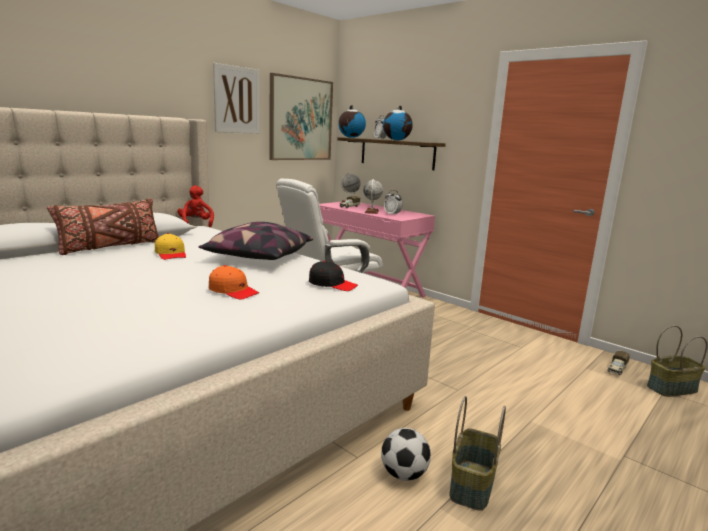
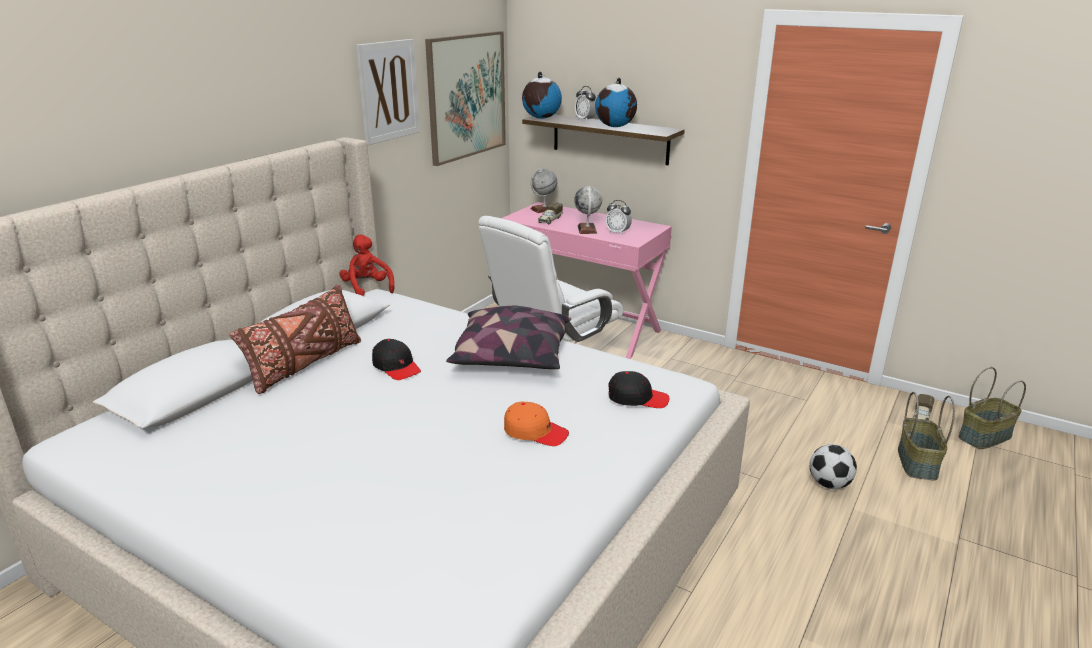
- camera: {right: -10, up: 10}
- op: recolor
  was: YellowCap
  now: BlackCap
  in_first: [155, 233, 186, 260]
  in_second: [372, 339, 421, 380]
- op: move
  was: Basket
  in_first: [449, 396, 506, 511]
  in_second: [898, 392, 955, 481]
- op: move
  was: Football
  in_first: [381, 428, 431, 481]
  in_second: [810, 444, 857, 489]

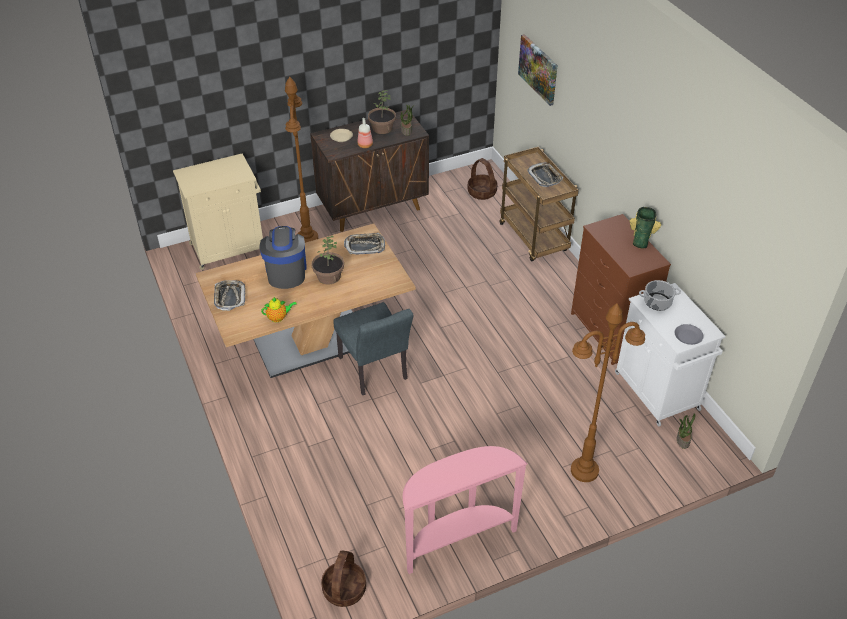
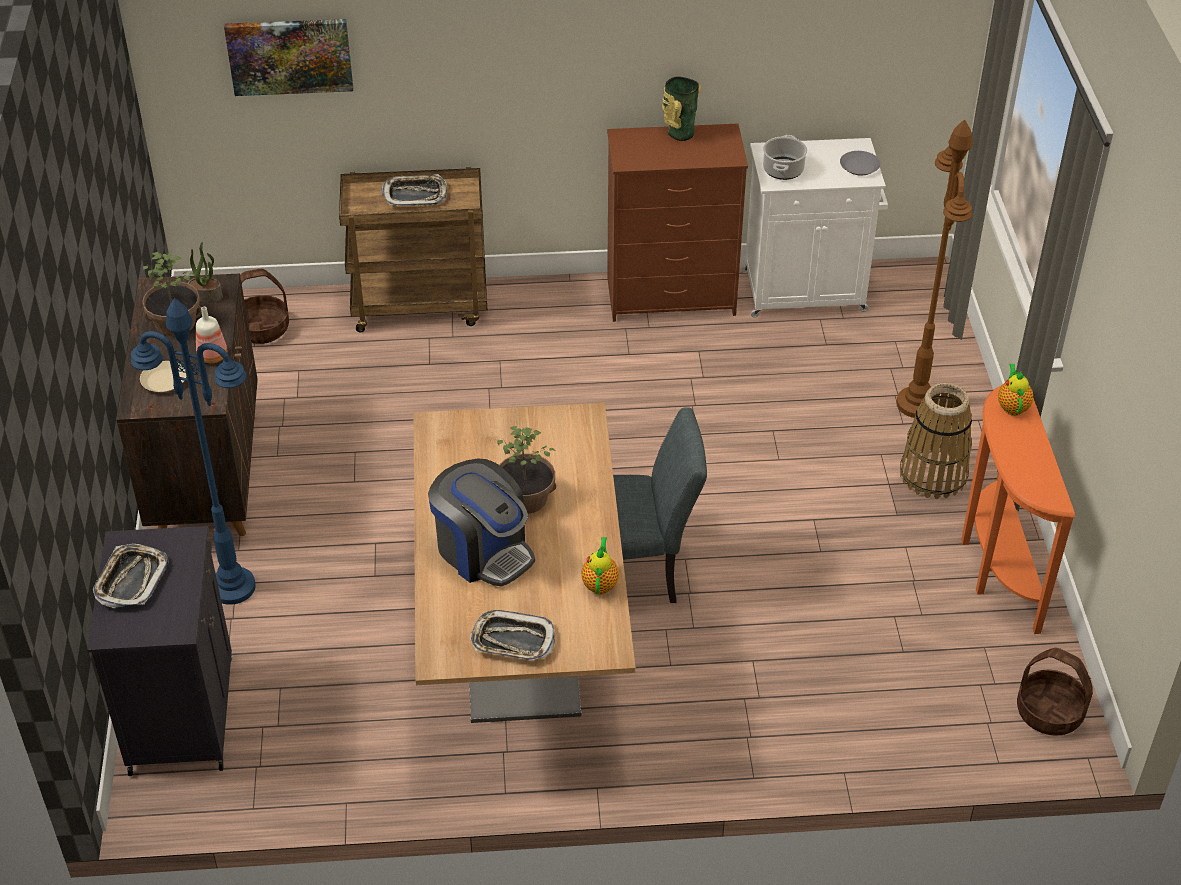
- camera: {right: -70, up: 0}
- op: recolor
  was: BrownFloorLamp
  now: BlueFloorLamp
  in_first: [285, 77, 318, 243]
  in_second: [131, 298, 256, 605]
- op: recolor
  was: BeigeCabinet
  now: BlackCabinet
  in_first: [173, 154, 263, 270]
  in_second: [87, 526, 233, 776]
- op: rotate
  was: CoffeeMachine
  in_first: [259, 226, 307, 289]
  in_second: [428, 458, 535, 587]
  clockwise: -150
- op: move
  was: Tray
  in_first: [344, 233, 385, 255]
  in_second: [93, 544, 168, 608]
- op: delete
  was: PottedPlant
  in_first: [677, 414, 695, 449]
- op: recolor
  was: PinkConsoleTable
  now: OrangeConsoleTable
  in_first: [403, 446, 528, 574]
  in_second: [961, 385, 1075, 634]
- op: insert
  now: Teapot
  in_second: [998, 364, 1033, 416]
- op: insert
  now: Basket
  in_second: [900, 383, 972, 499]

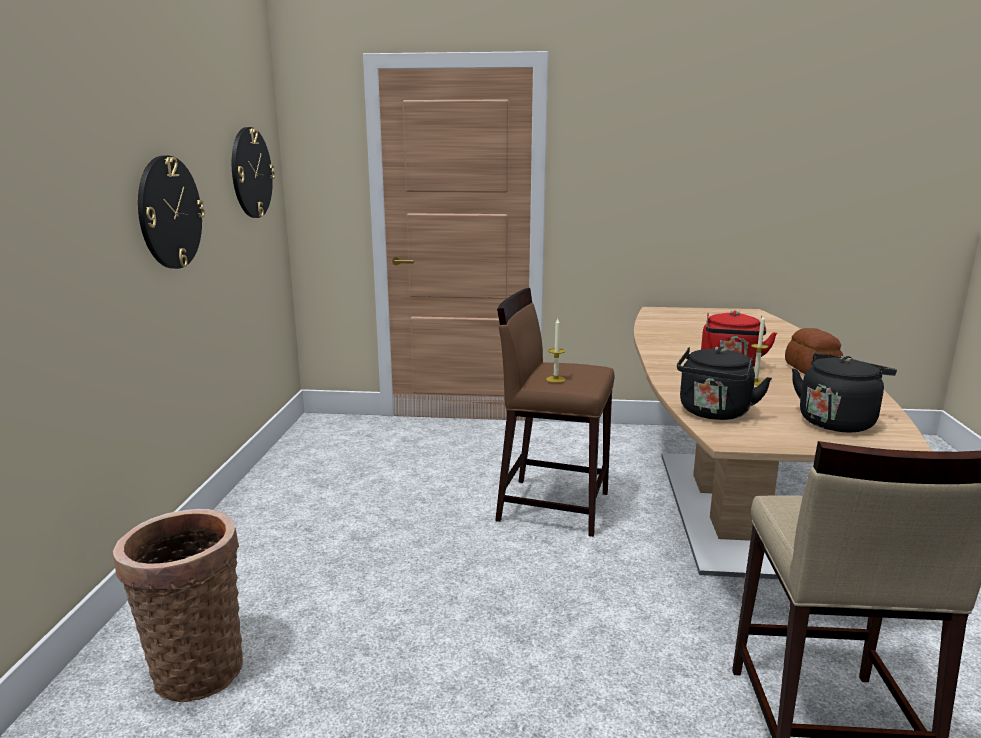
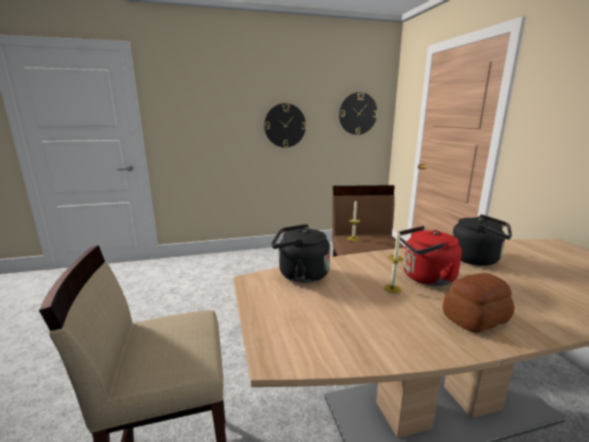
- camera: {right: 70, up: 0}
- op: move
  was: BlackKettle
  in_first: [792, 353, 897, 433]
  in_second: [452, 214, 512, 266]
- op: delete
  was: Basket
  in_first: [113, 509, 243, 702]

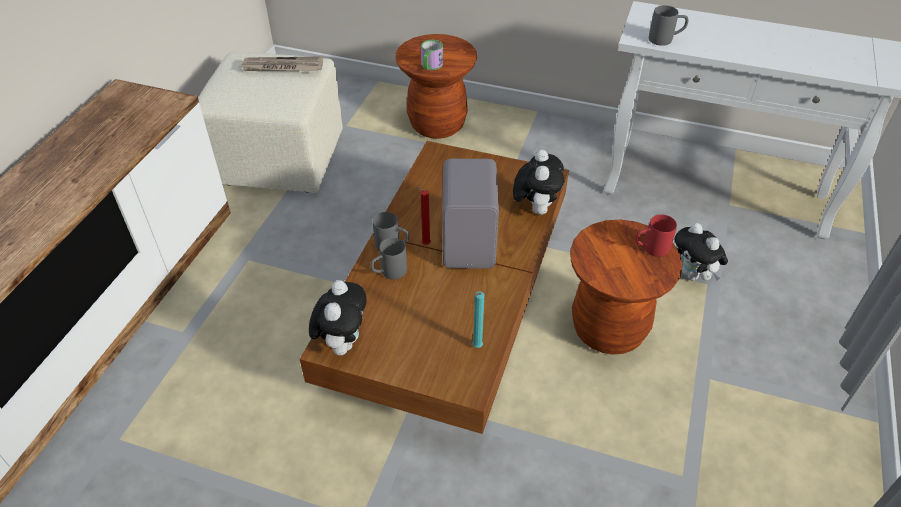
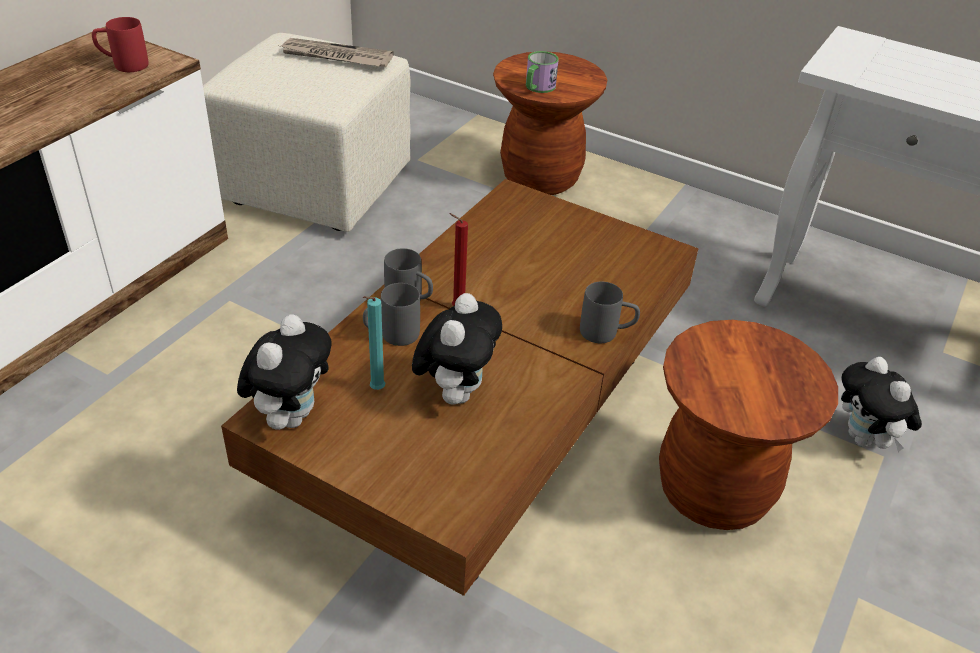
- camera: {right: 10, up: -5}
- op: move
  was: GreyMug
  in_first: [649, 5, 688, 46]
  in_second: [580, 281, 640, 343]
- op: move
  was: PlushToy
  in_first: [513, 150, 564, 215]
  in_second: [412, 293, 502, 405]
- op: delete
  was: GreySpeaker
  in_first: [442, 159, 499, 269]
- op: move
  was: RedMug
  in_first: [636, 214, 677, 257]
  in_second: [92, 17, 149, 72]
- op: move
  was: TurquoiseCandle
  in_first: [472, 291, 484, 348]
  in_second: [363, 296, 385, 390]

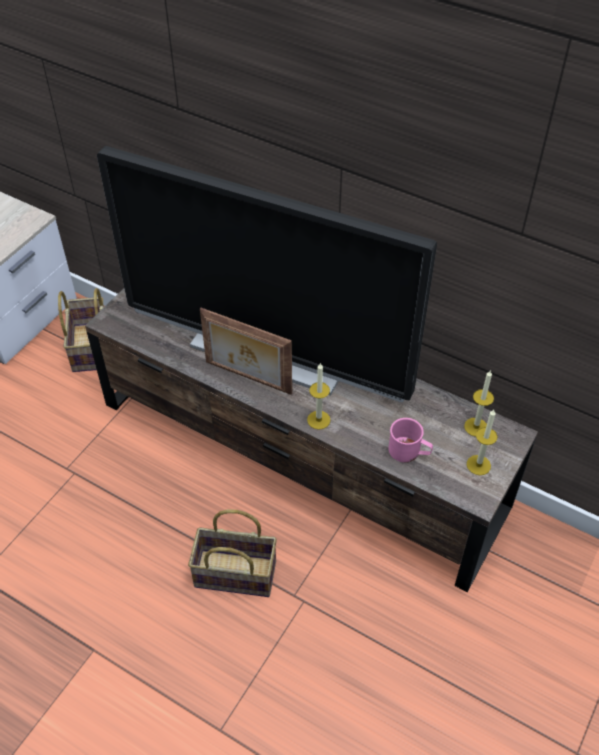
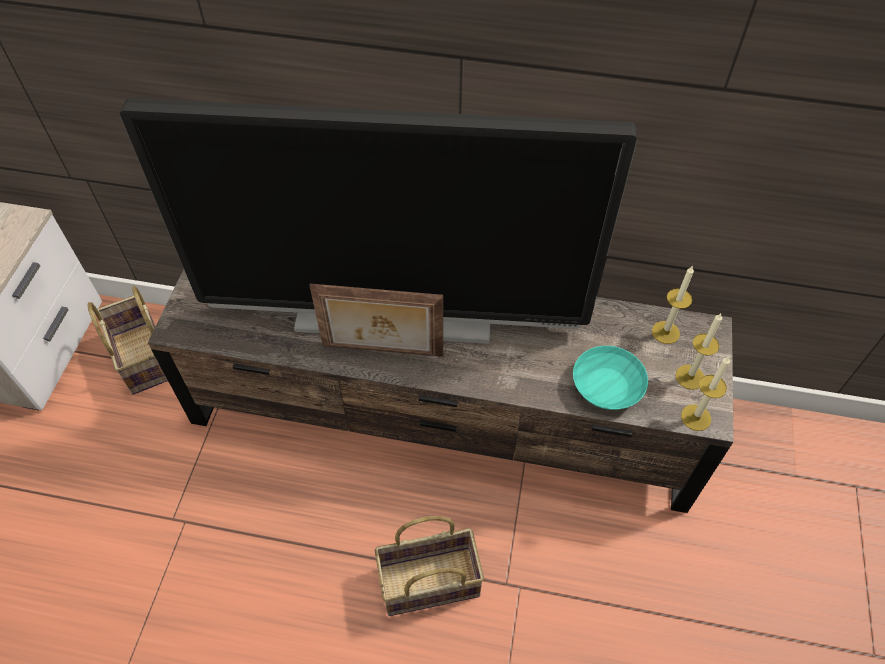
- camera: {right: -20, up: 5}
- op: move
  was: Candle
  in_first: [307, 363, 330, 429]
  in_second: [681, 357, 730, 431]
- op: replace
  was: PinkMug
  now: TurquoiseBowl
  in_first: [389, 418, 433, 462]
  in_second: [573, 346, 648, 410]

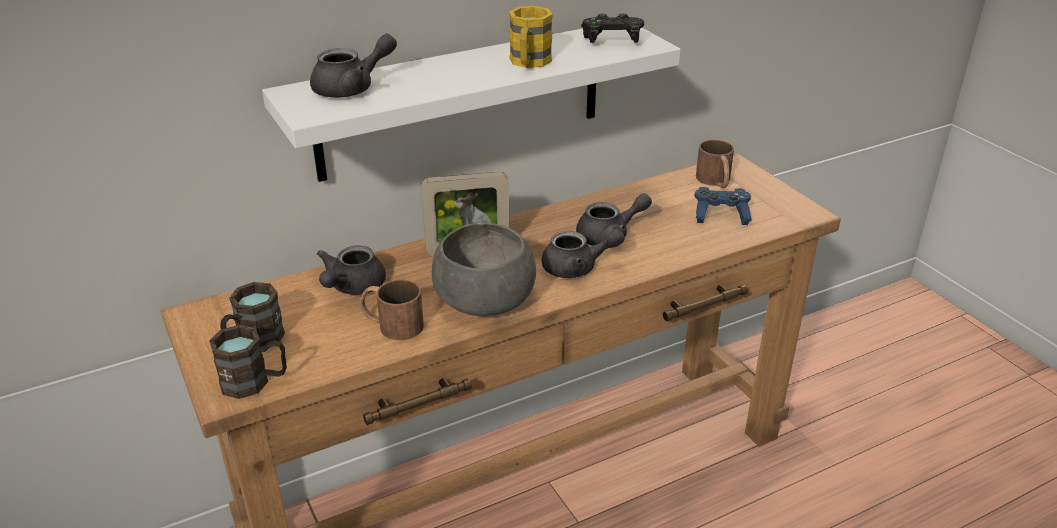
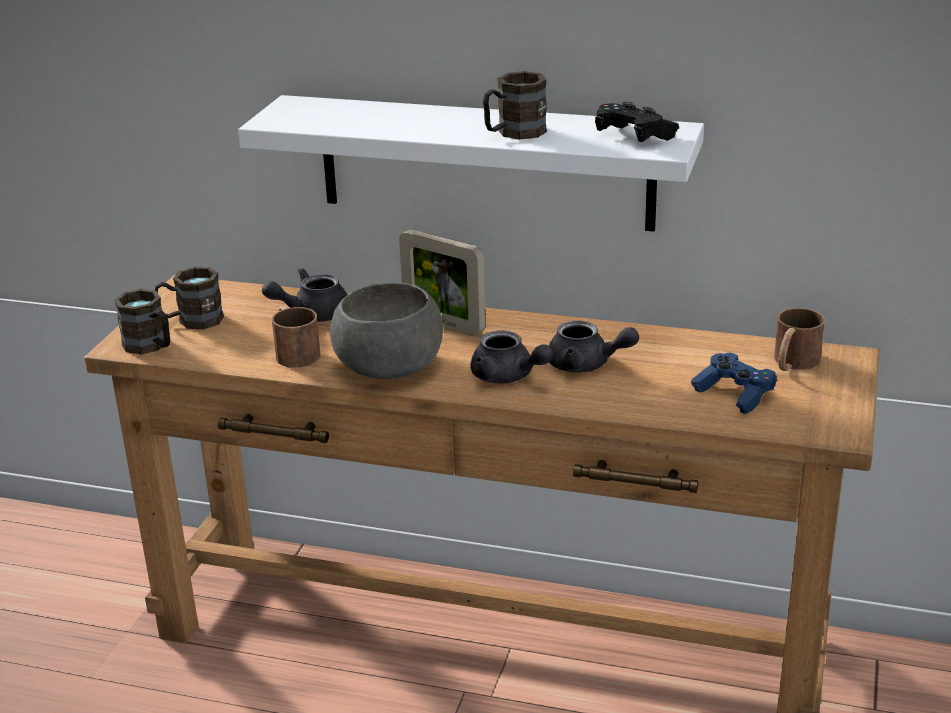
- camera: {right: 45, up: -5}
- op: recolor
  was: YellowMug
  now: BrownMug
  in_first: [509, 6, 553, 68]
  in_second: [483, 71, 547, 140]
- op: delete
  was: GreyTeapot
  in_first: [310, 34, 397, 98]

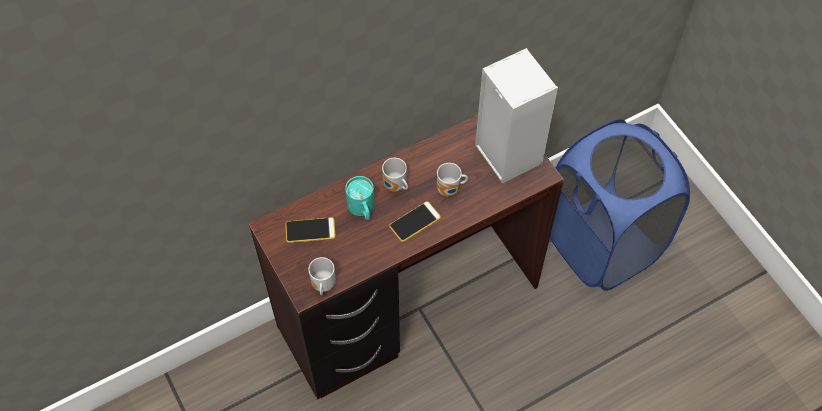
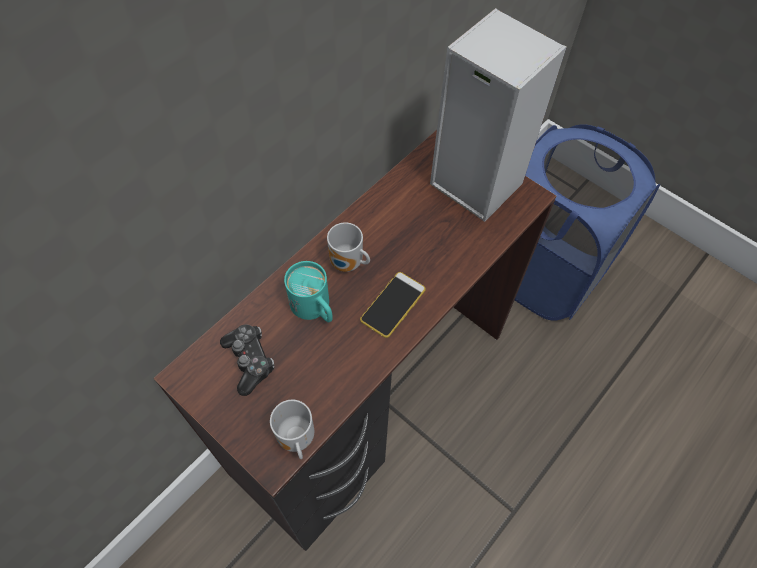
- camera: {right: -20, up: 0}
- op: delete
  was: Mug
  in_first: [437, 163, 468, 197]
- op: replace
  was: Phone
  now: GameController
  in_first: [285, 217, 336, 243]
  in_second: [220, 325, 274, 396]

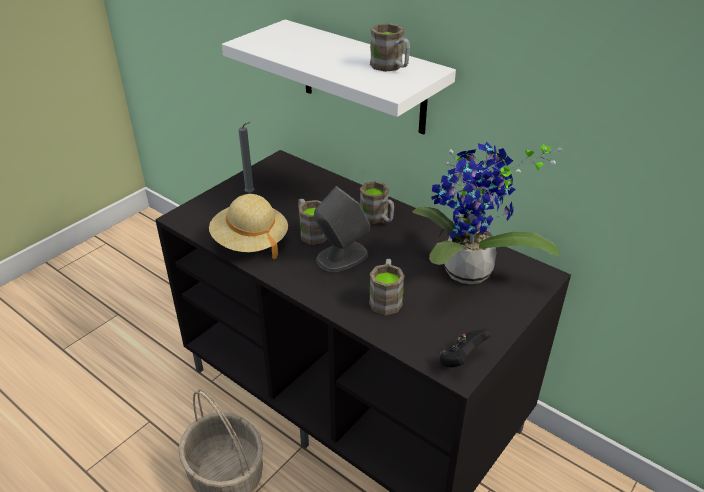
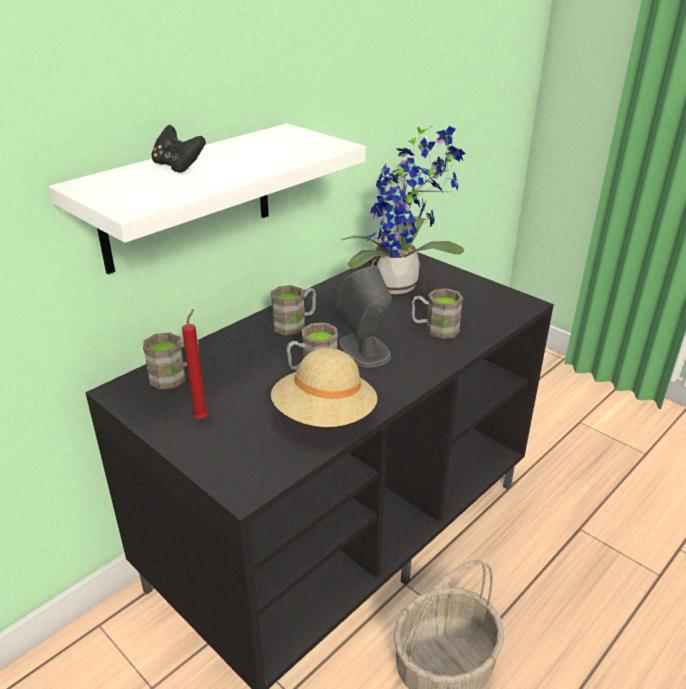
- camera: {right: -85, up: -5}
- op: move
  was: BrownMug
  in_first: [370, 23, 410, 72]
  in_second: [143, 333, 199, 389]
- op: recolor
  was: GreyCandle
  now: RedCandle
  in_first: [238, 122, 254, 193]
  in_second: [182, 309, 208, 419]
- op: move
  was: BlackGameController
  in_first: [440, 329, 490, 368]
  in_second: [151, 124, 206, 173]

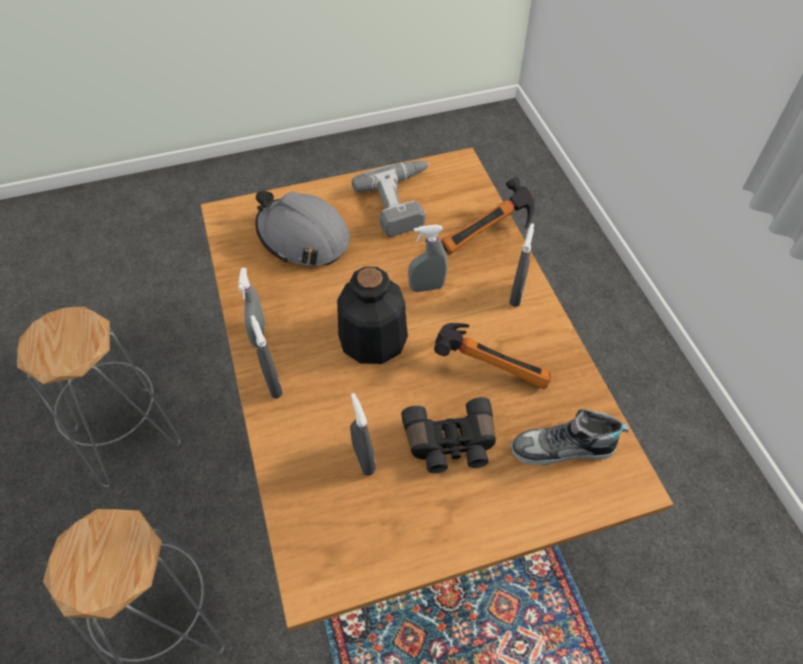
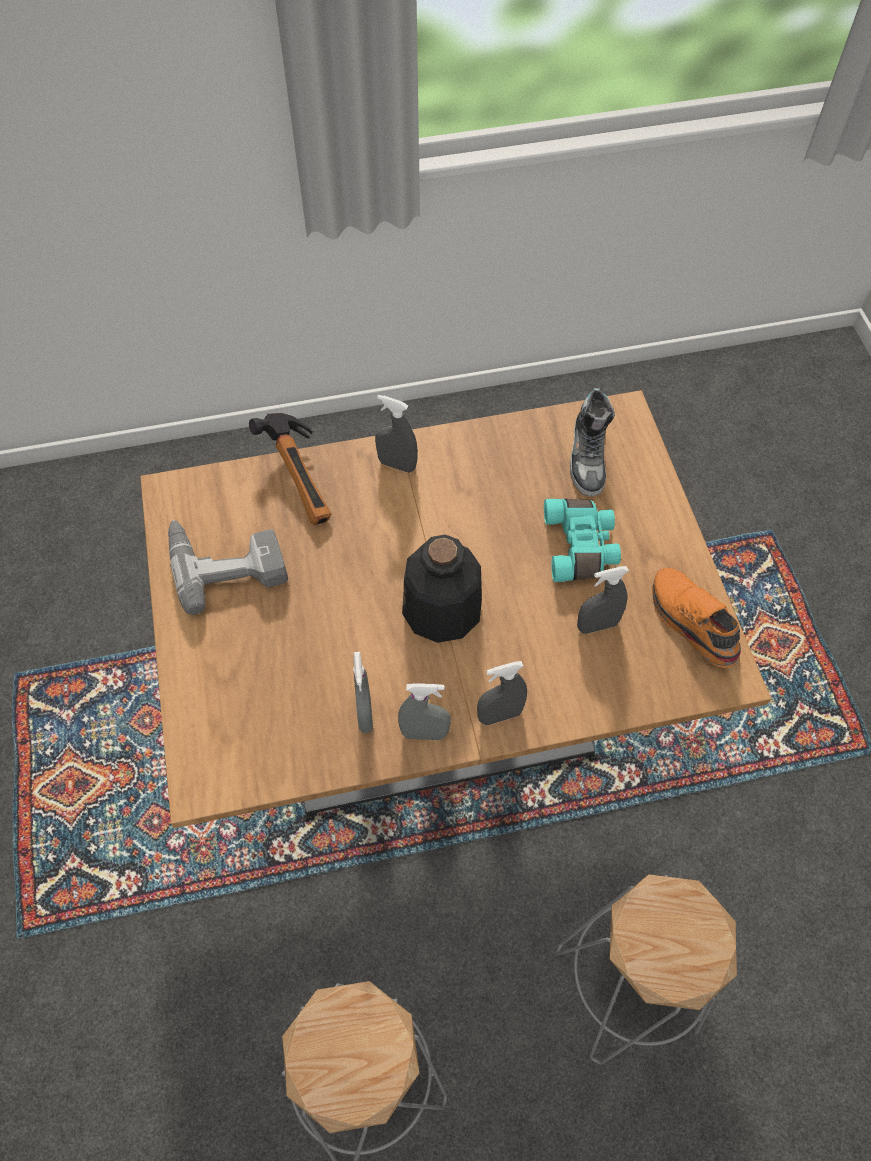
- camera: {right: -85, up: 5}
- op: delete
  was: GreyHardHat
  in_first: [255, 190, 350, 266]
- op: move
  was: GreySprayBottle
  in_first: [408, 224, 447, 292]
  in_second: [353, 652, 373, 733]
- op: delete
  was: Hammer
  in_first: [434, 323, 551, 389]
- op: recolor
  was: BlackBinoculars
  now: TurquoiseBinoculars
  in_first: [401, 397, 496, 474]
  in_second: [544, 499, 621, 582]
- op: insert
  now: OrangeShoe
  in_second: [652, 568, 741, 668]

